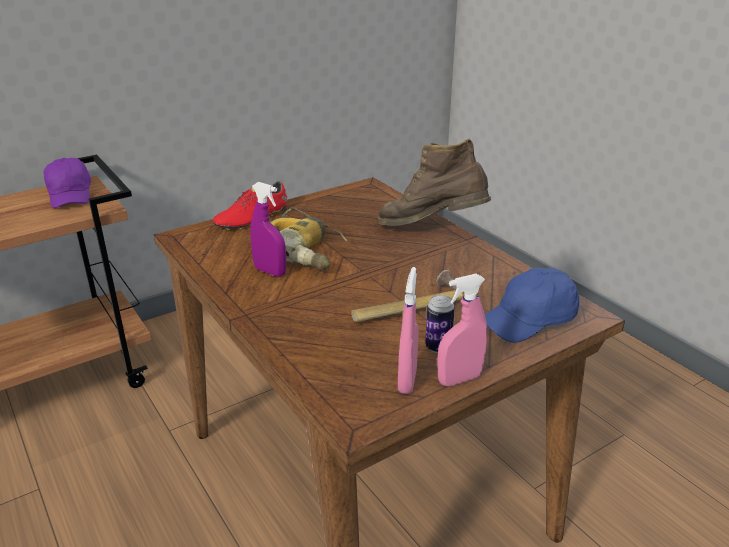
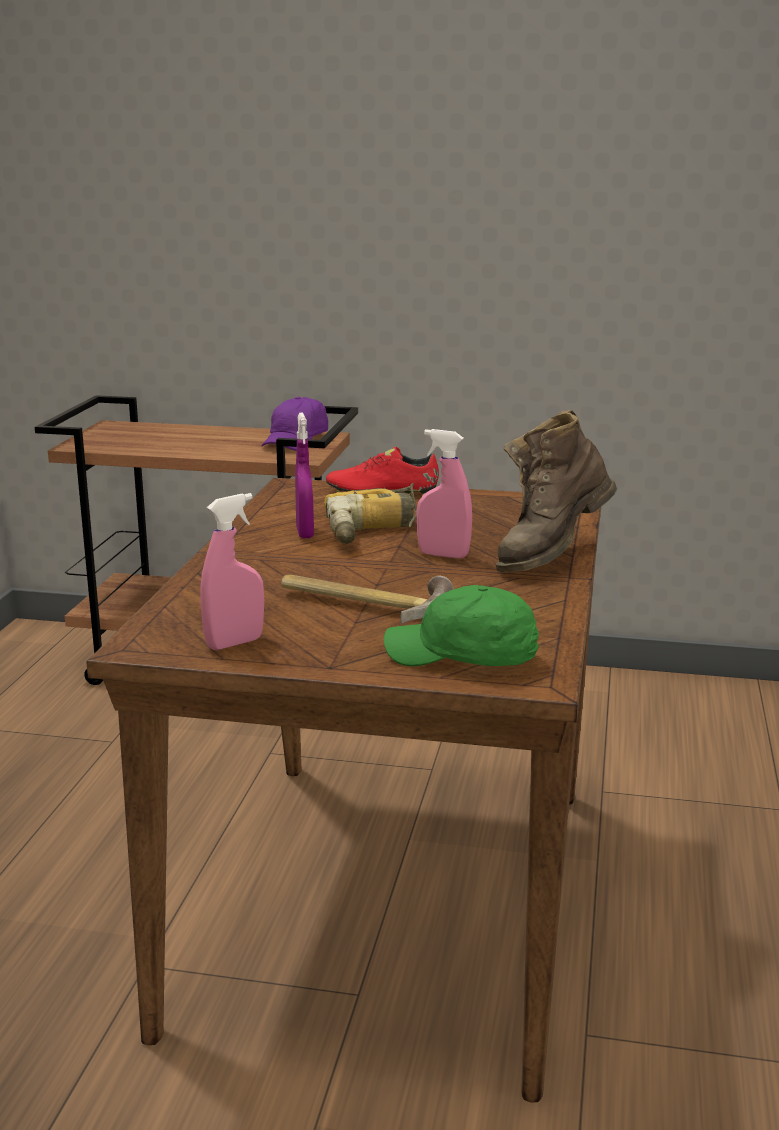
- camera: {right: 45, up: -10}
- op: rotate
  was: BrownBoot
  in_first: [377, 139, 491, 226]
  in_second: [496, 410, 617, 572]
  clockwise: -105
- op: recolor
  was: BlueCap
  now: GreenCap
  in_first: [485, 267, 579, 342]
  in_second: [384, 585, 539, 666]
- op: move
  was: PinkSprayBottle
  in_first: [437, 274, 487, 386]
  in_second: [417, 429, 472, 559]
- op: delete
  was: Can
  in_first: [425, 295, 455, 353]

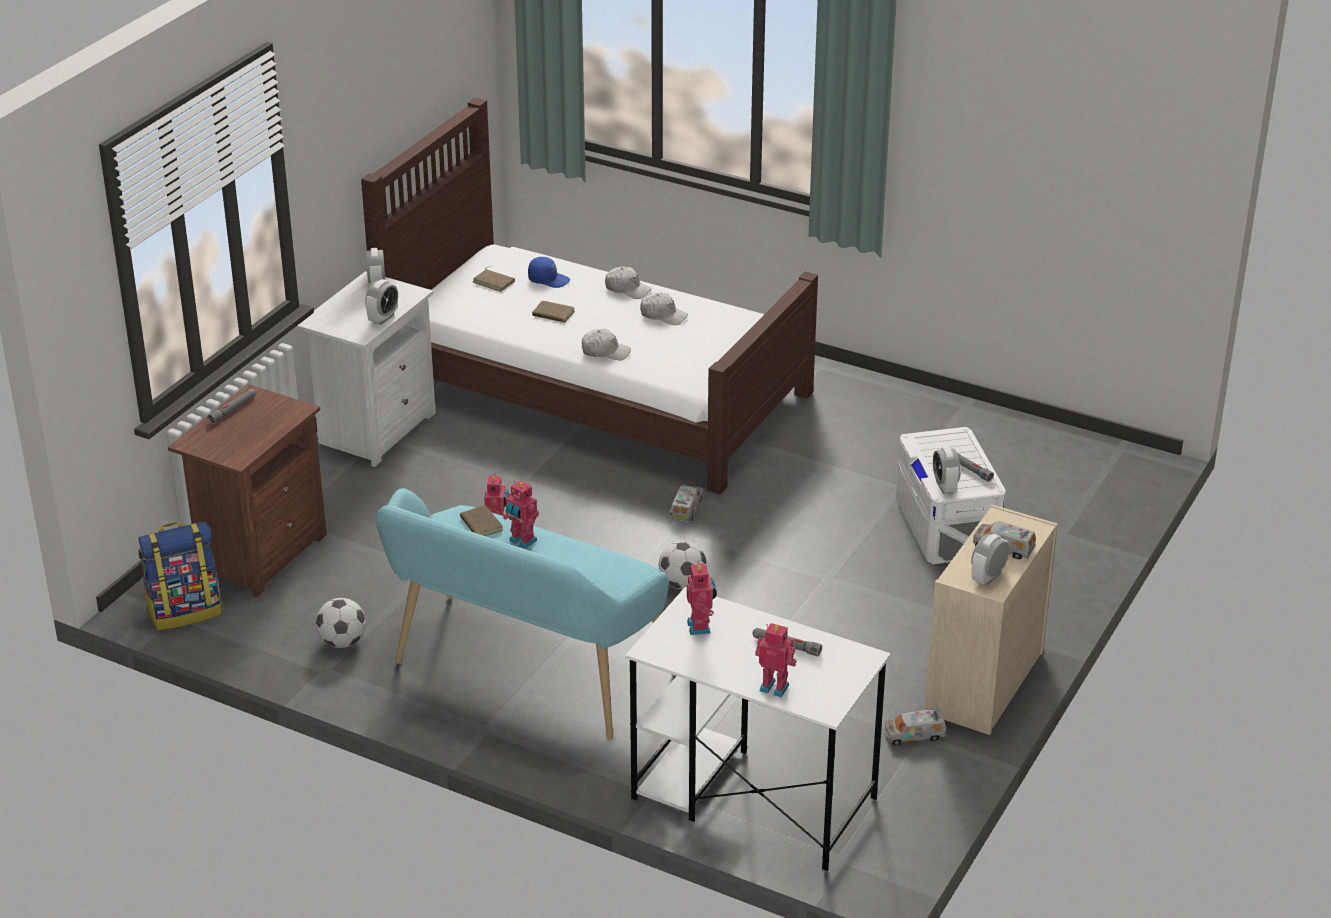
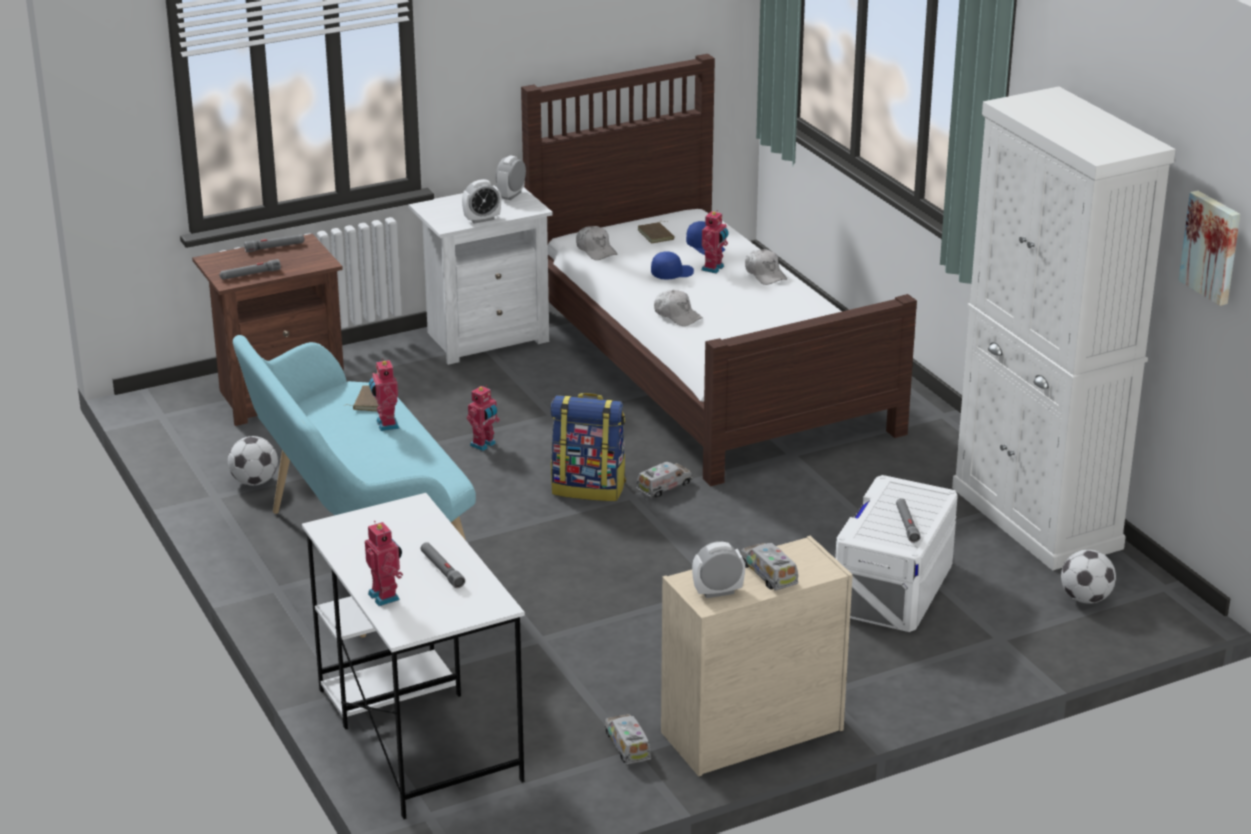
- camera: {right: 35, up: -5}
- op: move
  was: WhiteCap
  in_first: [640, 292, 688, 325]
  in_second: [576, 226, 617, 260]
- op: replace
  was: BrownBook
  now: BlueCap
  in_first: [532, 301, 575, 324]
  in_second: [651, 251, 694, 279]
- op: delete
  was: AlarmClock
  in_first: [933, 446, 961, 494]
- op: move
  was: Backpack
  in_first: [138, 521, 222, 630]
  in_second: [551, 393, 626, 501]
- op: move
  was: Football
  in_first: [659, 541, 707, 589]
  in_second: [1061, 550, 1116, 604]
- op: move
  was: ToyRobot
  in_first: [687, 561, 717, 635]
  in_second: [701, 210, 729, 274]
- op: rotate
  was: ToyTruck
  in_first: [884, 709, 946, 746]
  in_second: [604, 714, 652, 765]
  clockwise: 45
- op: insert
  now: WhiteCabinet
  in_second: [952, 86, 1176, 571]
- op: insert
  now: Picture
  in_second: [1178, 190, 1240, 306]
- op: insert
  now: GreyFlashlight
  in_second: [219, 259, 281, 280]

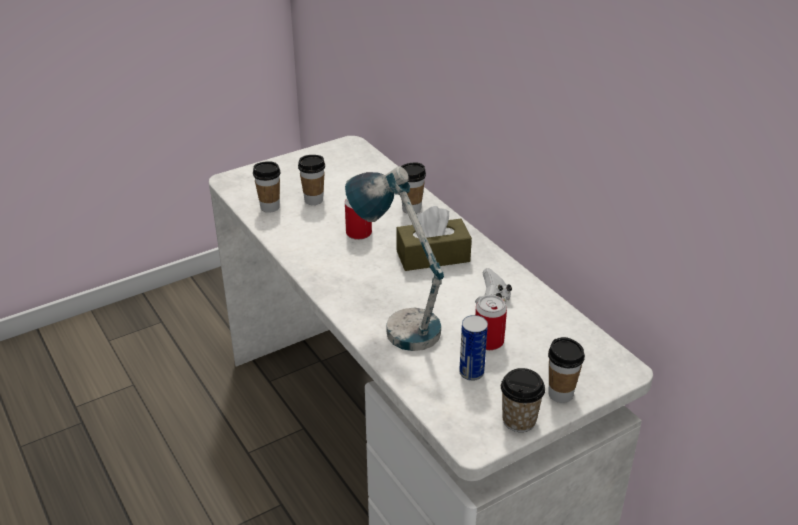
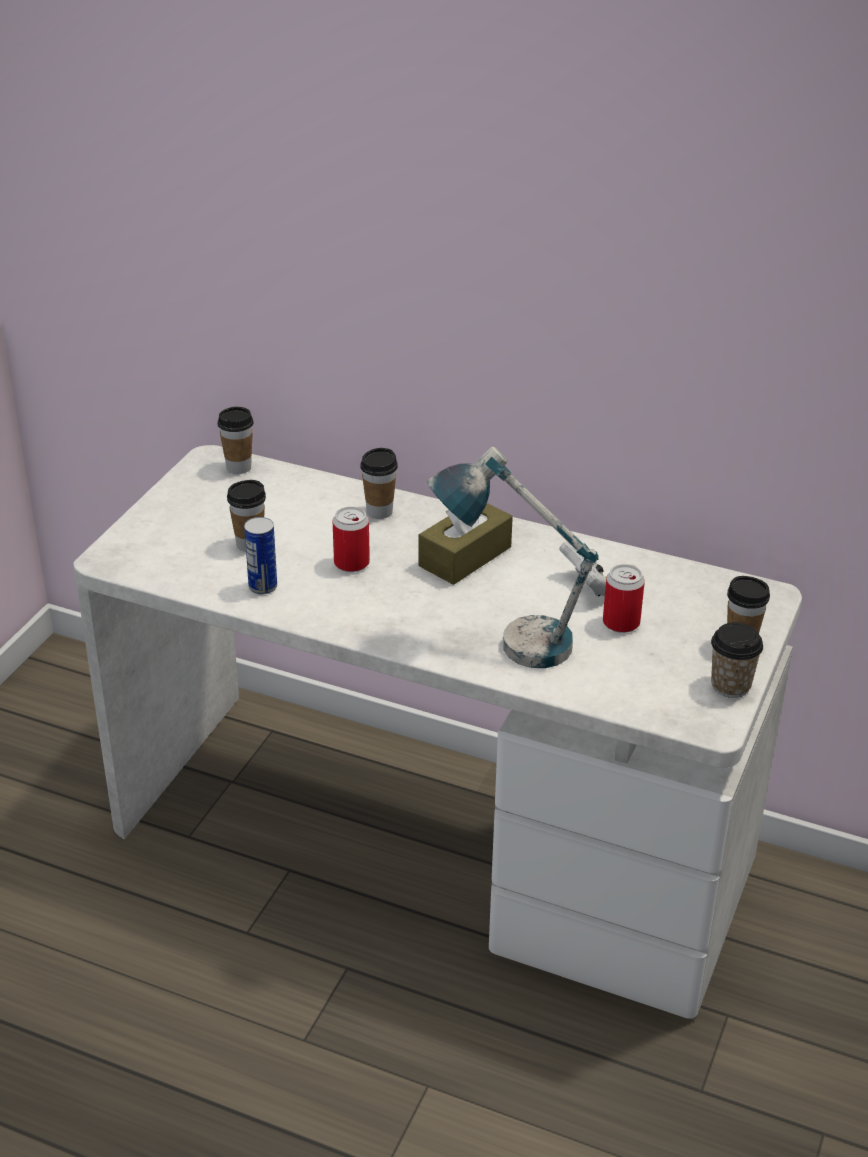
- camera: {right: -35, up: 0}
- op: move
  was: Cup
  in_first: [253, 161, 280, 213]
  in_second: [218, 407, 254, 474]
- op: move
  was: Can
  in_first: [459, 315, 488, 381]
  in_second: [244, 517, 277, 595]

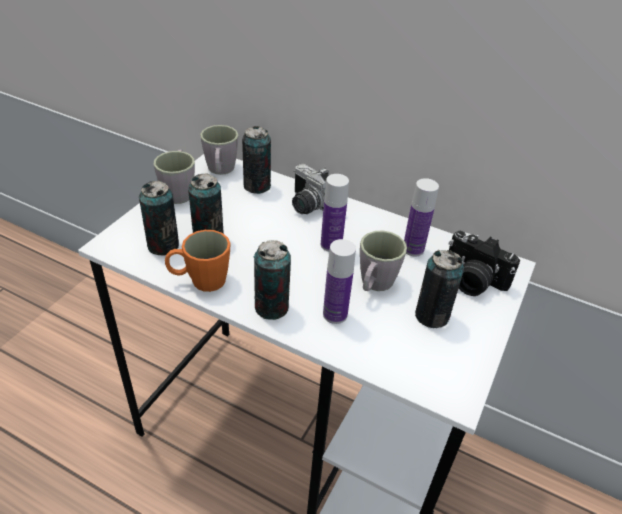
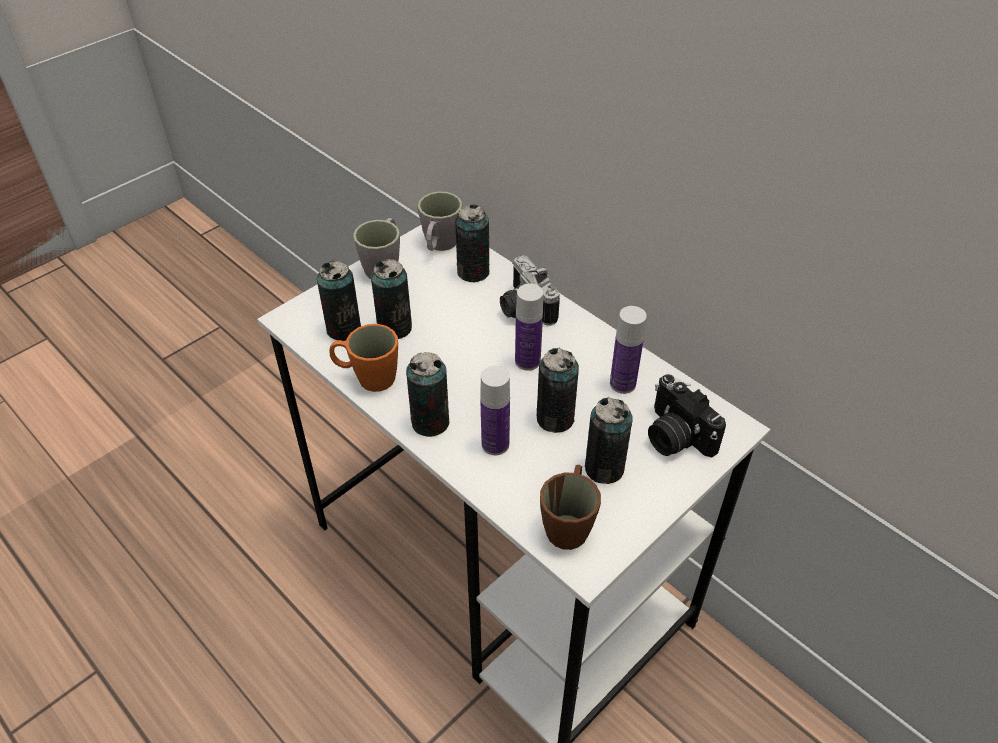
- camera: {right: 20, up: 5}
- op: replace
  was: GreyMug
  now: Can
  in_first: [360, 231, 407, 291]
  in_second: [537, 348, 579, 433]
- op: insert
  now: BrownMug
  in_second: [540, 465, 601, 550]

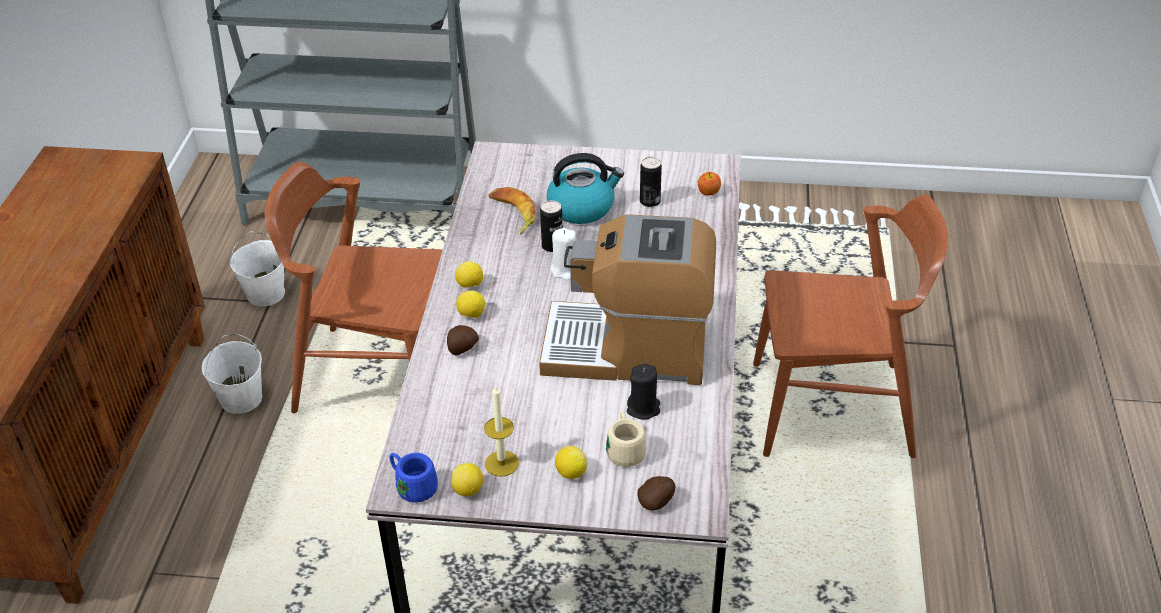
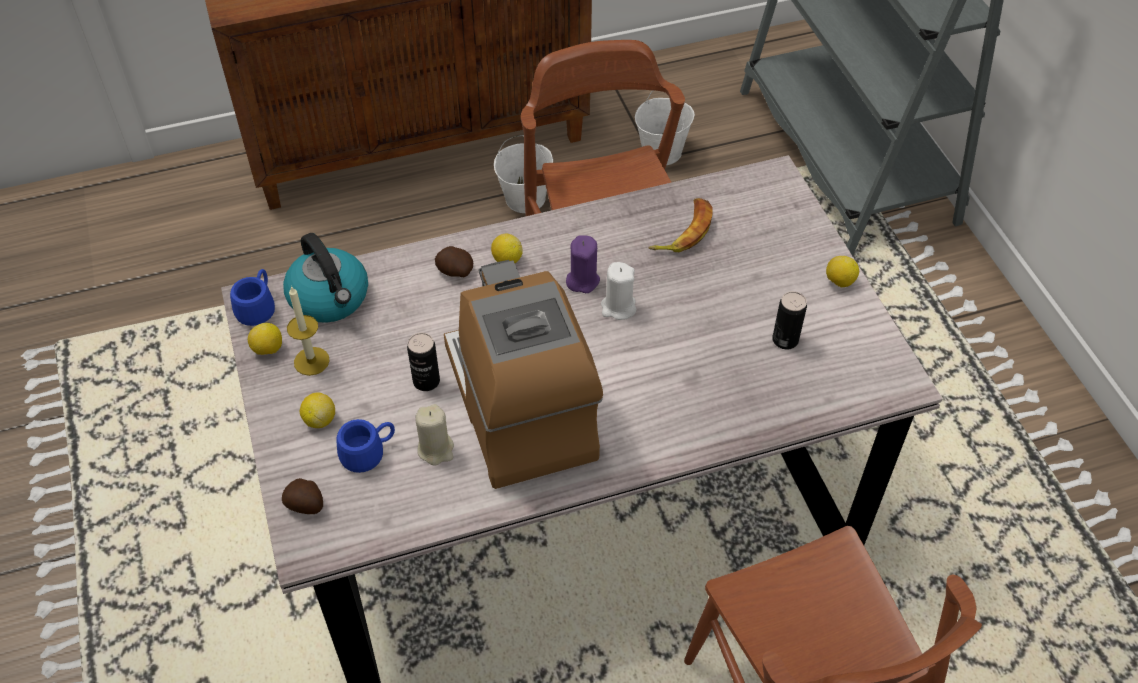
- camera: {right: 65, up: 10}
- op: move
  was: Kettle
  in_first: [547, 153, 624, 224]
  in_second: [283, 233, 368, 323]
- op: delete
  was: Apple
  in_first: [698, 172, 721, 196]
- op: move
  was: Can
  in_first: [540, 200, 563, 252]
  in_second: [407, 333, 440, 391]
- op: move
  was: Lemon
  in_first: [455, 261, 483, 288]
  in_second: [826, 256, 859, 288]
- op: recolor
  was: BlackCandle
  now: BeigeCandle
  in_first: [627, 364, 660, 420]
  in_second: [415, 404, 454, 466]
- op: recolor
  was: BeigeMug
  now: BlueMug
  in_first: [606, 411, 647, 467]
  in_second: [336, 419, 395, 473]
- op: insert
  now: PurpleCandle
  in_second: [566, 235, 600, 293]

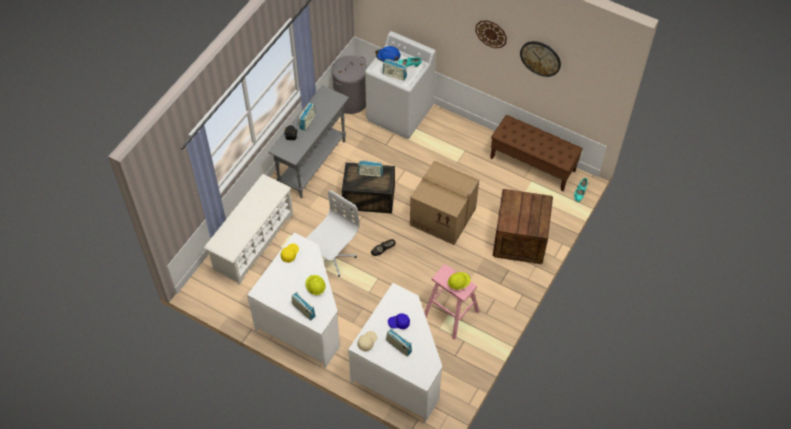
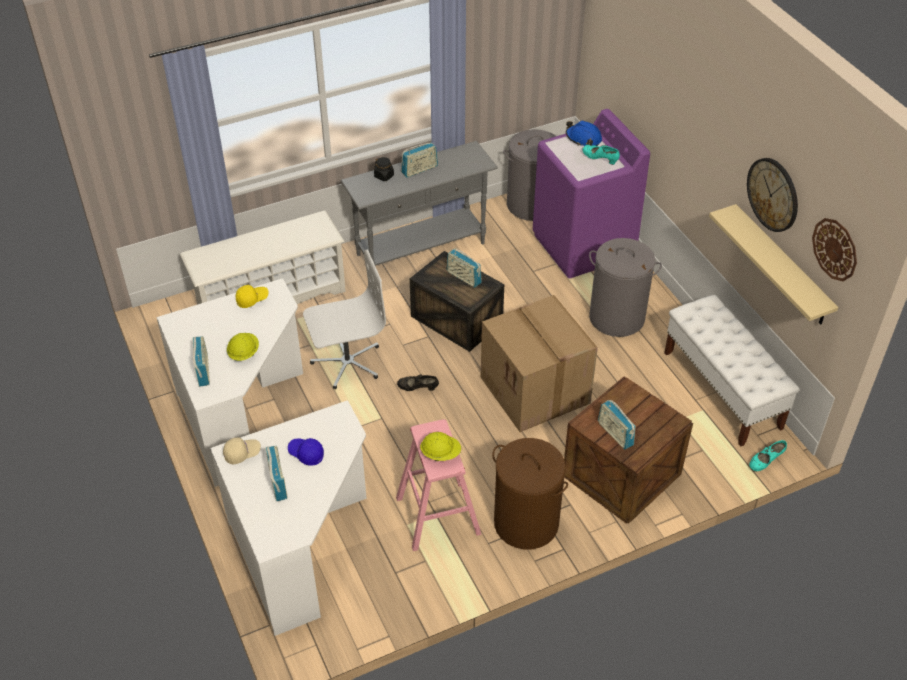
- camera: {right: 35, up: -10}
- op: move
  was: WallClock
  in_first: [475, 20, 507, 48]
  in_second: [812, 218, 857, 281]
- op: recolor
  was: WhiteWashingMachine
  now: PurpleWashingMachine
  in_first: [365, 31, 436, 139]
  in_second: [533, 109, 650, 279]
- op: move
  was: Radio
  in_first: [382, 59, 407, 80]
  in_second: [598, 400, 636, 449]
- op: recolor
  was: BrownBench
  now: WhiteBench
  in_first: [490, 115, 583, 191]
  in_second: [664, 295, 800, 446]
- op: insert
  now: BeigeShelf
  in_second: [709, 204, 838, 325]
- op: insert
  now: GreyLaundryBasket
  in_second: [589, 238, 662, 337]
- op: insert
  now: BrownLaundryBasket
  in_second: [492, 438, 568, 549]

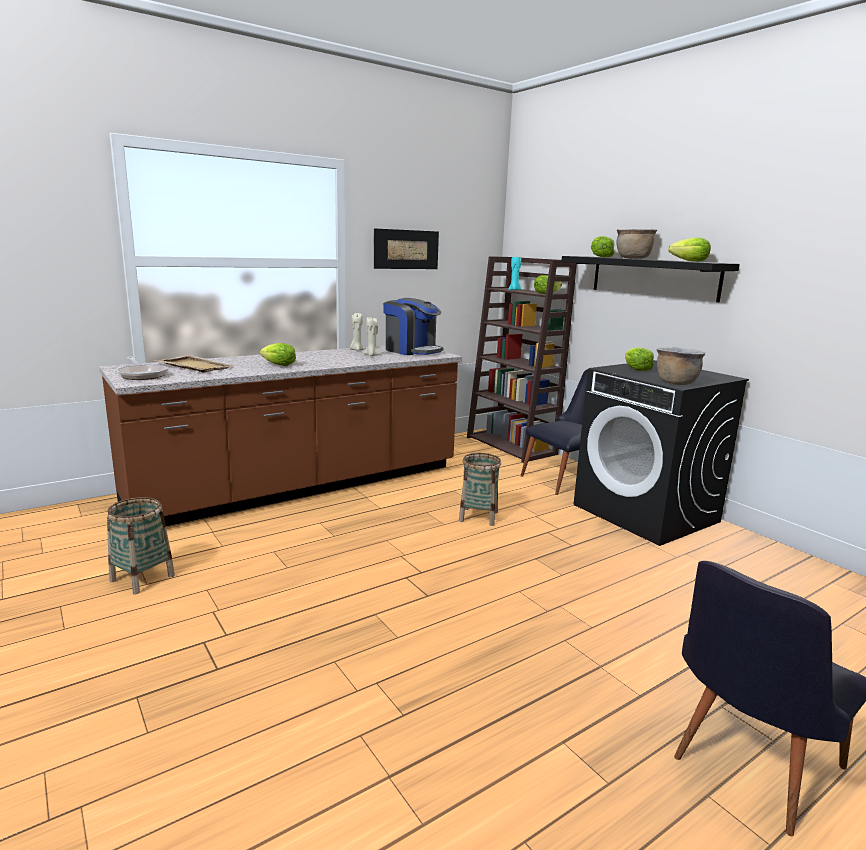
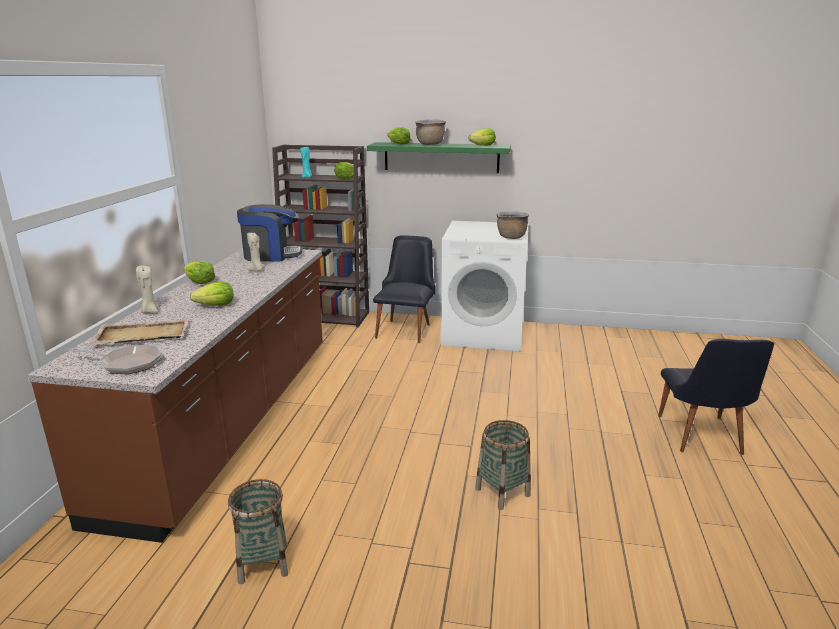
- camera: {right: -45, up: 5}
- op: delete
  was: Picture
  in_first: [374, 228, 439, 269]
- op: recolor
  was: BlackShelf
  now: GreenShelf
  in_first: [561, 256, 740, 302]
  in_second: [367, 142, 511, 173]
- op: move
  was: BeigeCandle
  in_first: [350, 313, 364, 350]
  in_second: [136, 266, 158, 313]
- op: move
  was: Lettuce
  in_first: [625, 347, 654, 371]
  in_second: [183, 261, 215, 284]
- op: recolor
  was: BlackWashingMachine
  now: WhiteWashingMachine
  in_first: [574, 360, 749, 546]
  in_second: [440, 221, 528, 351]
- op: move
  was: Basket
  in_first: [459, 453, 501, 526]
  in_second: [475, 420, 531, 510]

